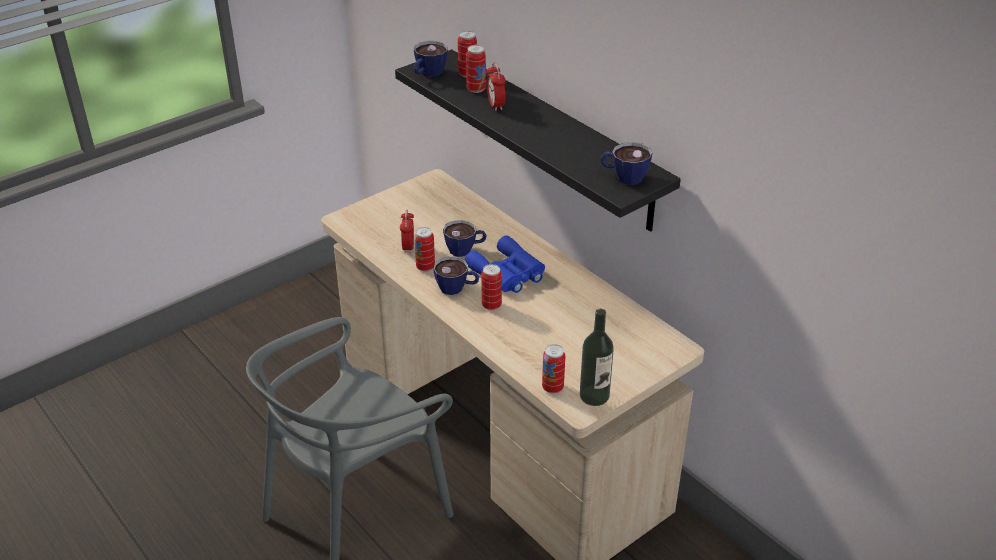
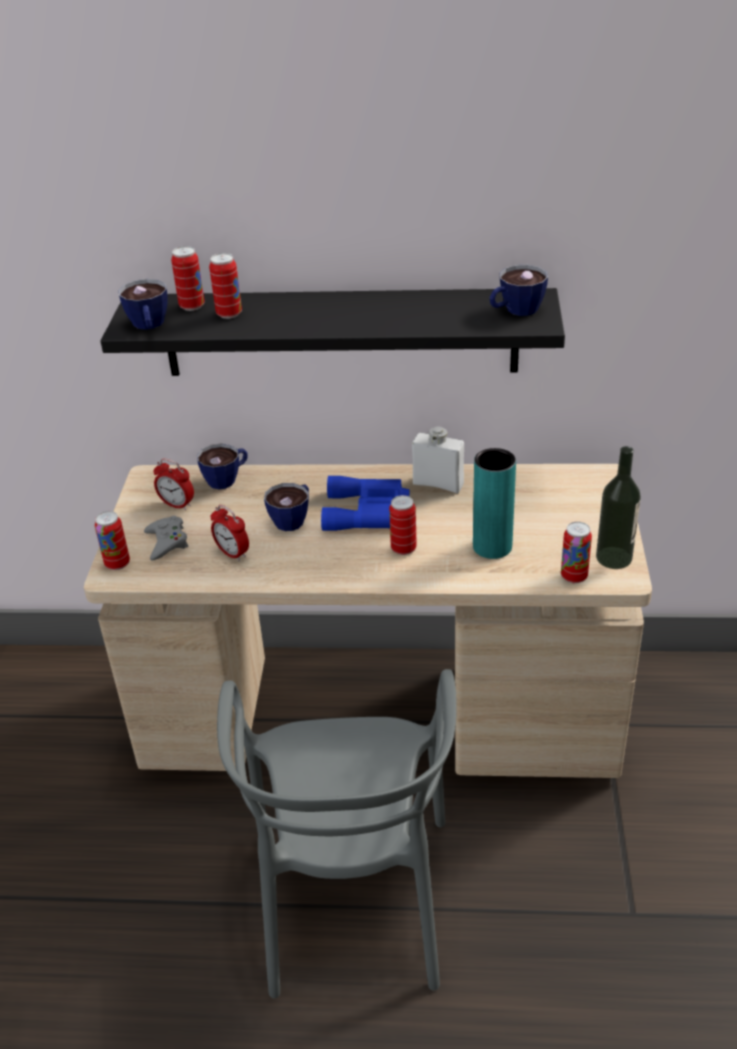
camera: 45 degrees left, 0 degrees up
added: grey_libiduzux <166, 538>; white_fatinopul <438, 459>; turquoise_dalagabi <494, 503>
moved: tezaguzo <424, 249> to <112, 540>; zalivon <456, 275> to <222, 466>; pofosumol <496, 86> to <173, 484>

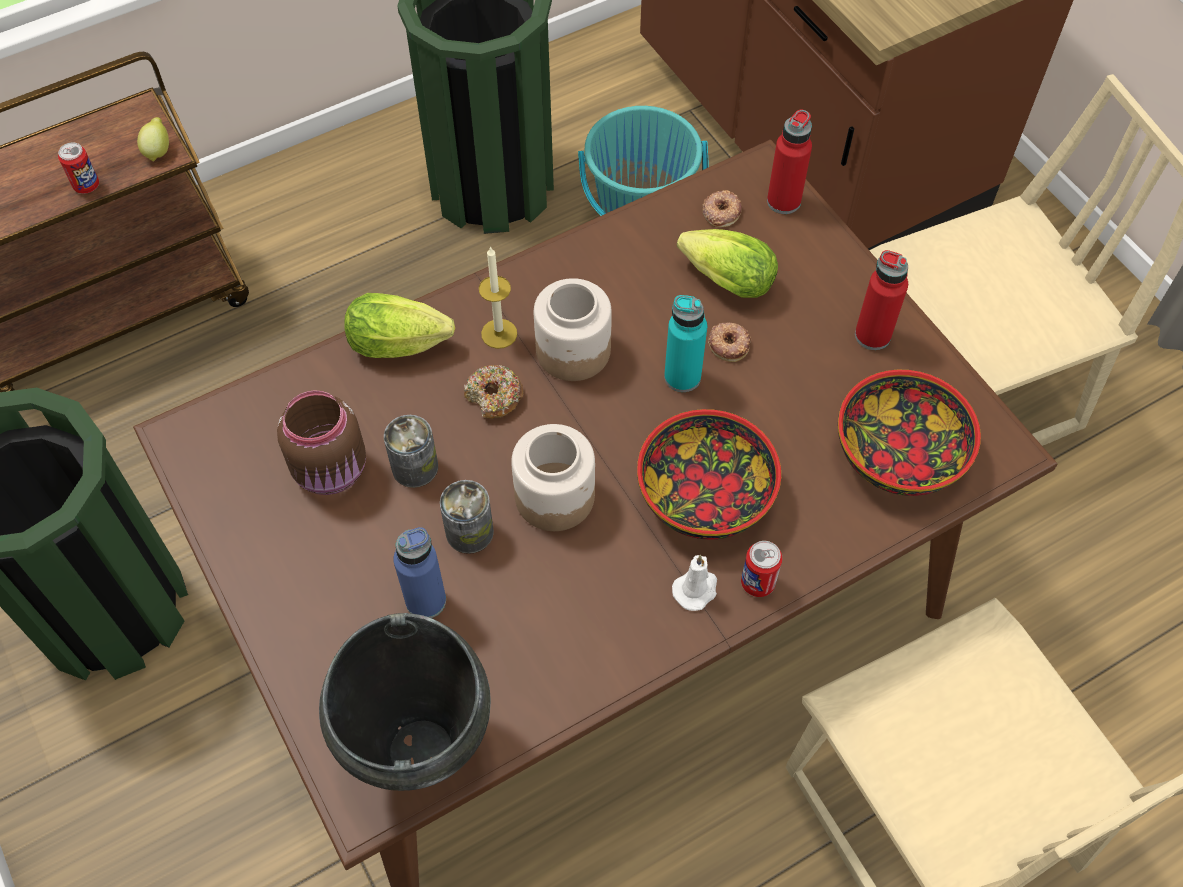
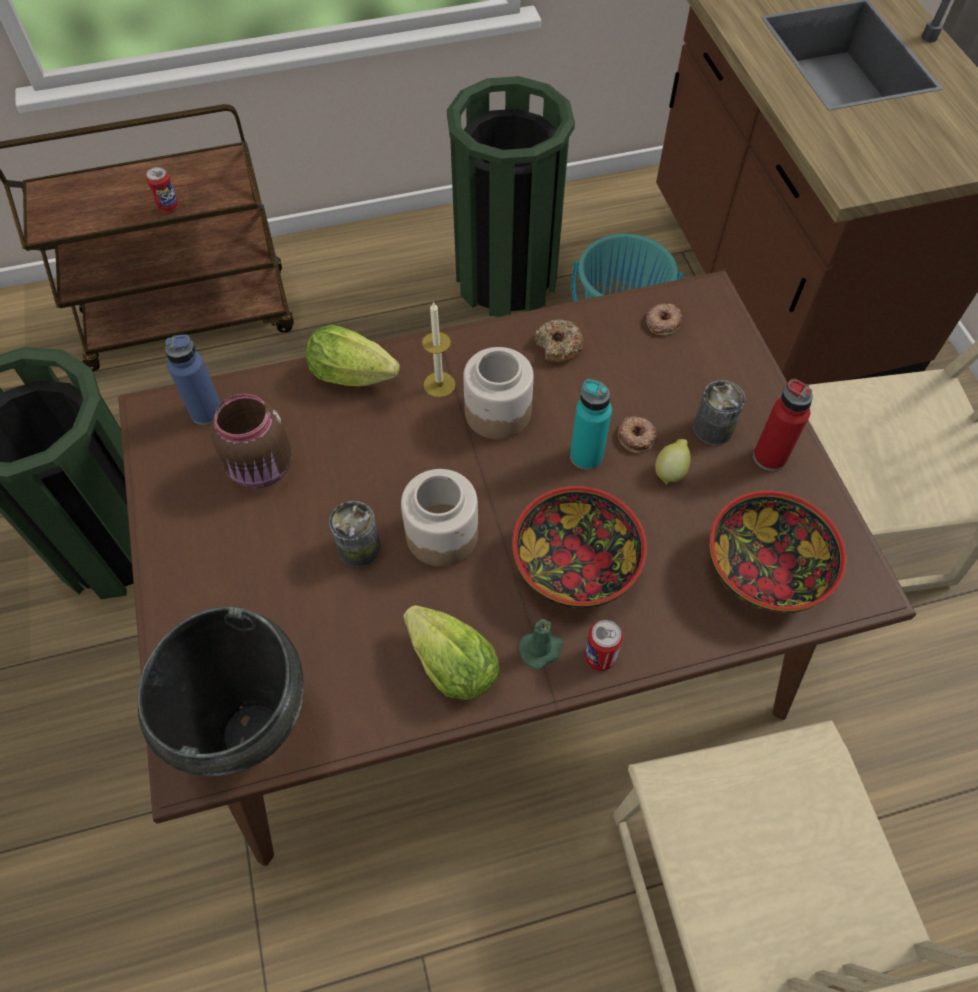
camera: 15 degrees right, 0 degrees up
removed: red_fatinopul <789, 162>
moved: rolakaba <153, 139> to <673, 462>; tezaguzo <411, 451> to <719, 412>; blue_fatinopul <419, 572> to <193, 379>; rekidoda <493, 392> to <559, 341>; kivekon <727, 263> to <451, 652>
recoloured: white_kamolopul <694, 583> to green_kamolopul <541, 643>

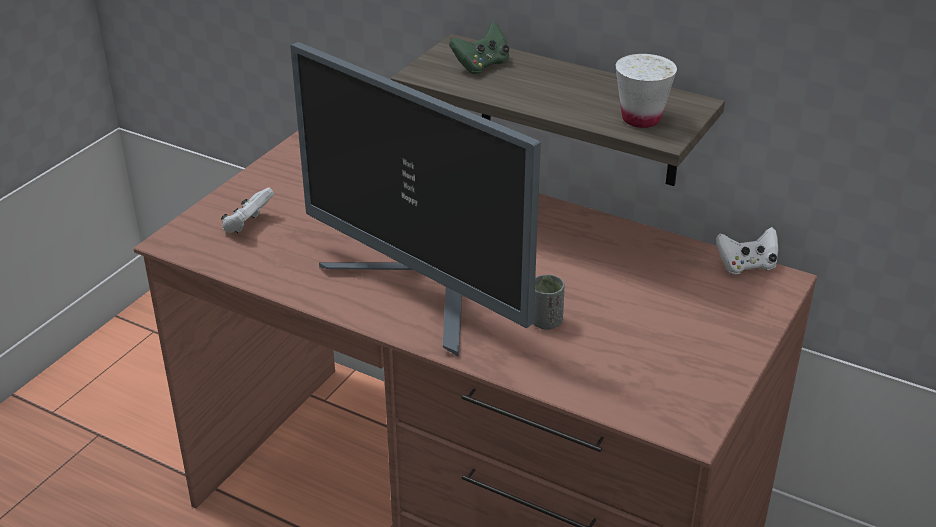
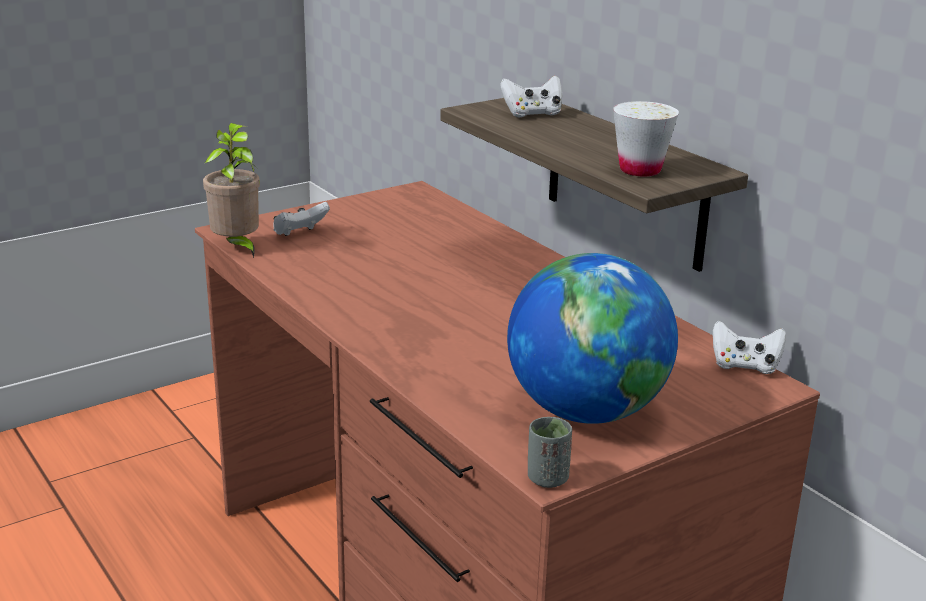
camera: 25 degrees right, 10 degrees down
removed: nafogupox <415, 199>
added: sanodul <231, 190>; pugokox <592, 338>
moved: grey_zalivon <549, 302> to <550, 452>
recoloured: green_libiduzux <479, 48> to white_libiduzux <531, 96>

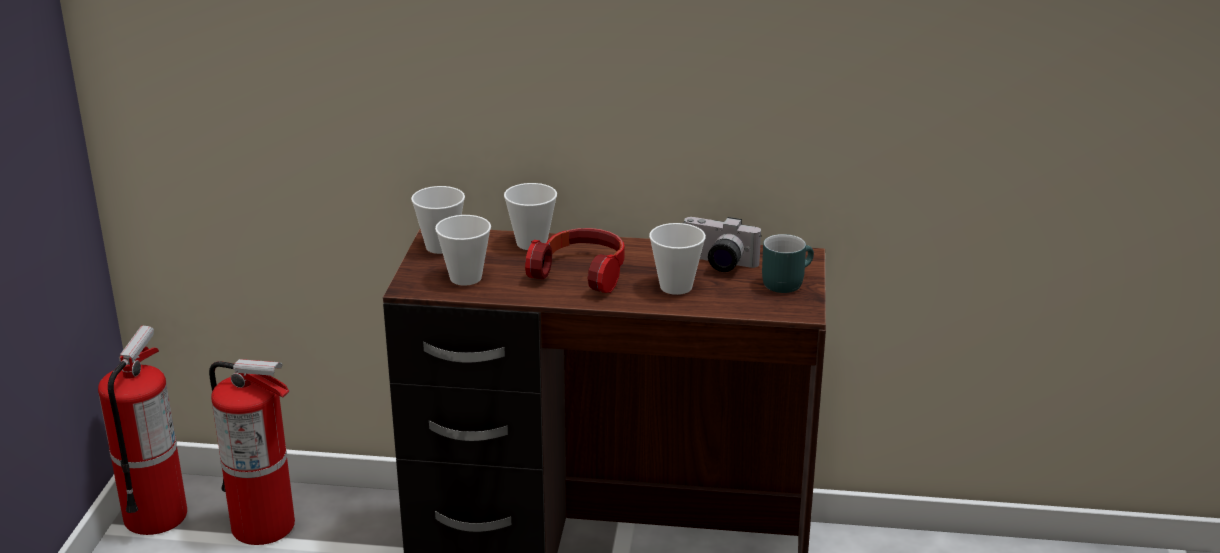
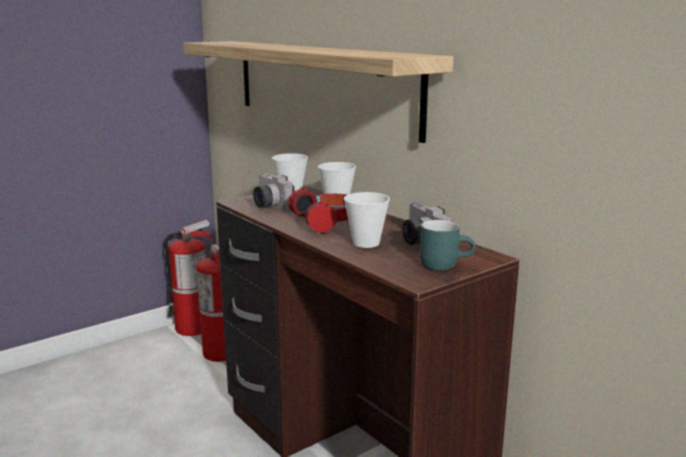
camera: 45 degrees right, 10 degrees down
added: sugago <318, 92>
replaced: zalivon <463, 250> to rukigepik <273, 192>

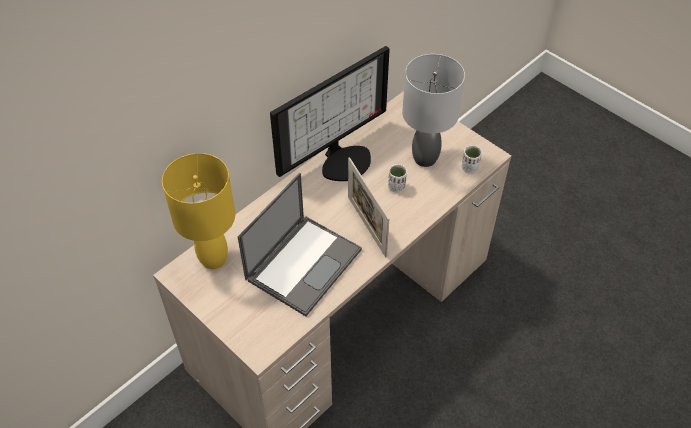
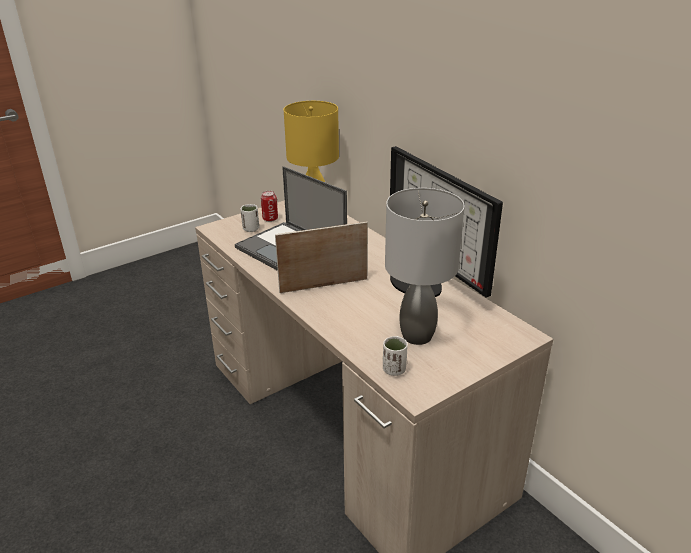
camera: 100 degrees right, 20 degrees down
added: tezaguzo <269, 206>
moved: white_zalivon <397, 178> to <250, 218>

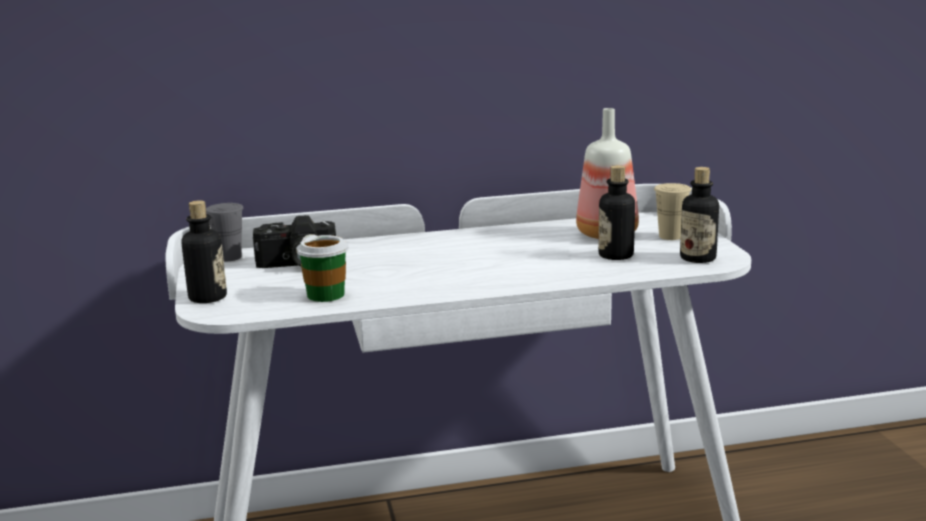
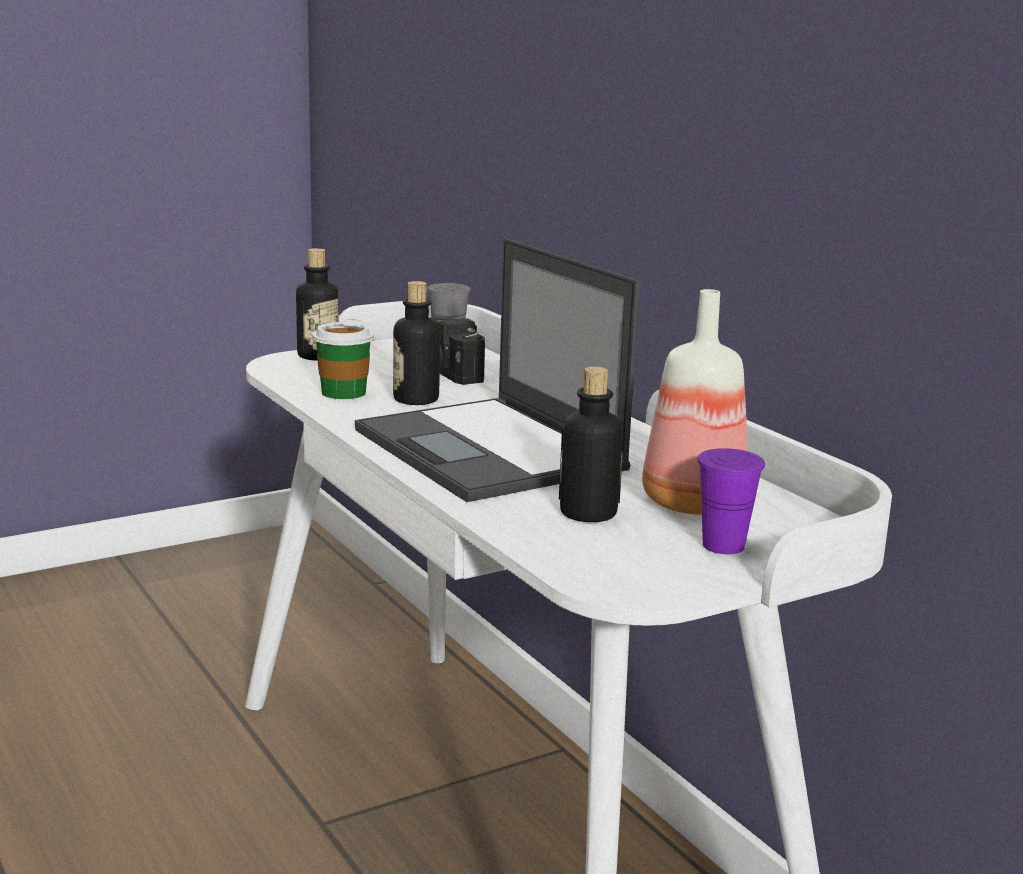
camera: 70 degrees right, 0 degrees up
added: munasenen <497, 370>
moved: fatinopul <699, 215> to <416, 343>
recoloured: beige_zalivon <672, 211> to purple_zalivon <731, 501>

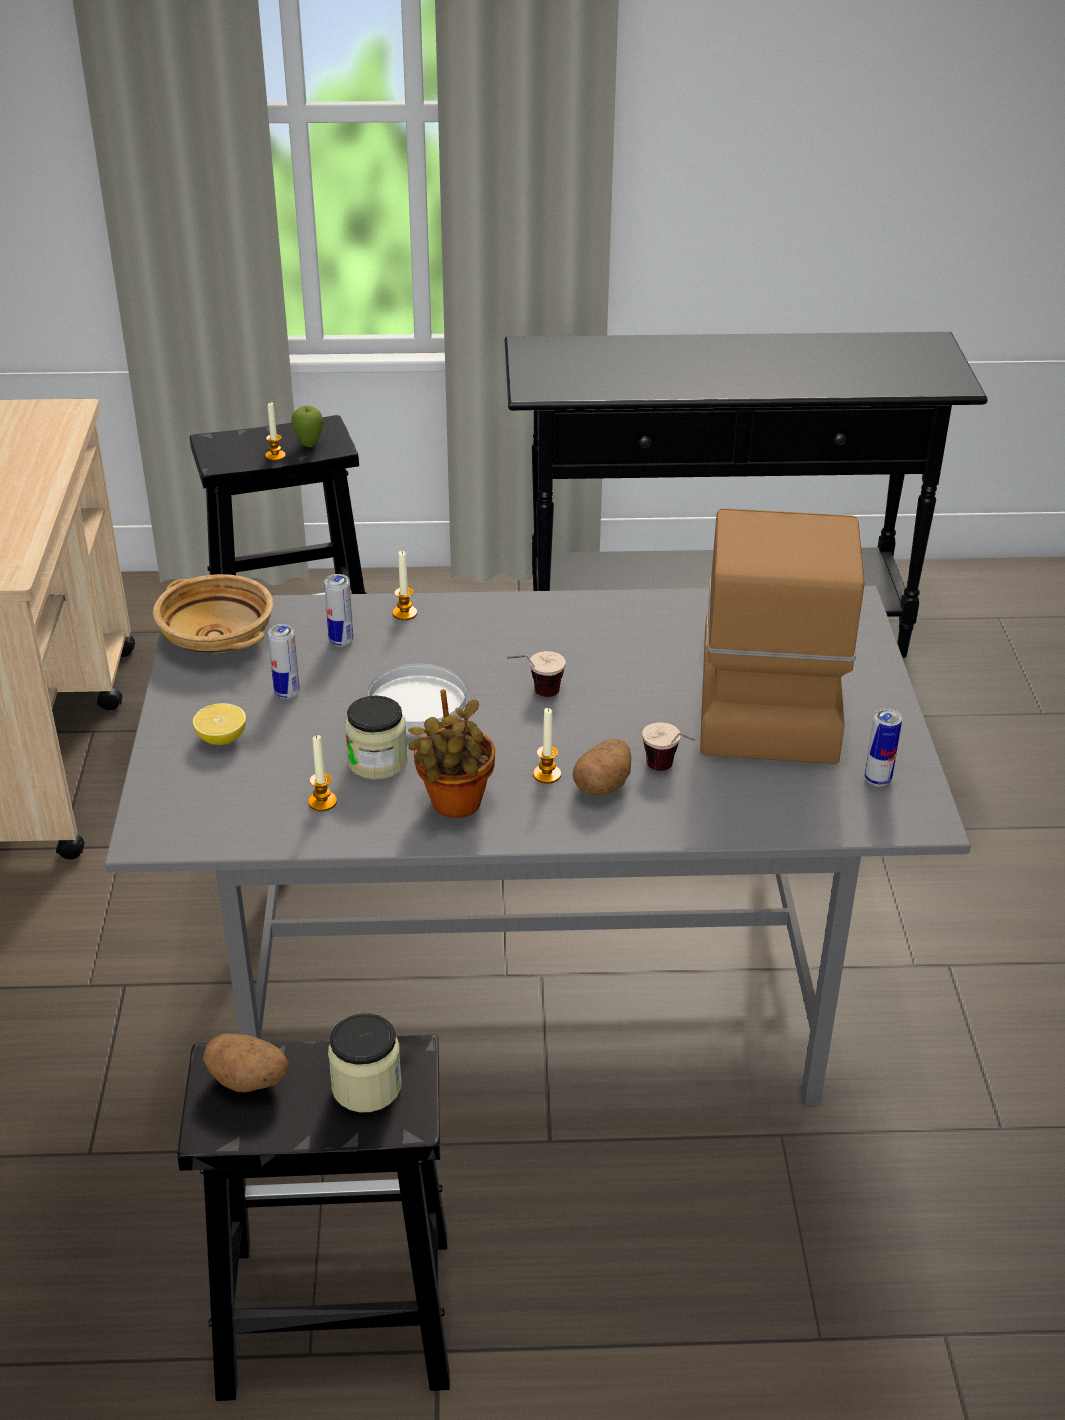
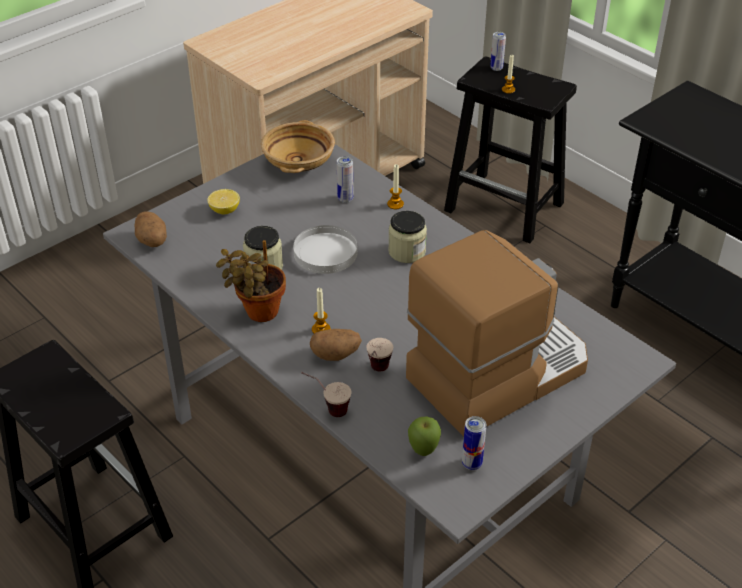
camera: 50 degrees right, 5 degrees up
removed: kamolopul <322, 773>
moved: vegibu <246, 1062> to <151, 229>; tezaguzo <284, 661> to <498, 51>; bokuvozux <307, 426> to <424, 436>; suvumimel <365, 1062> to <407, 237>; zalivon <536, 674> to <326, 394>

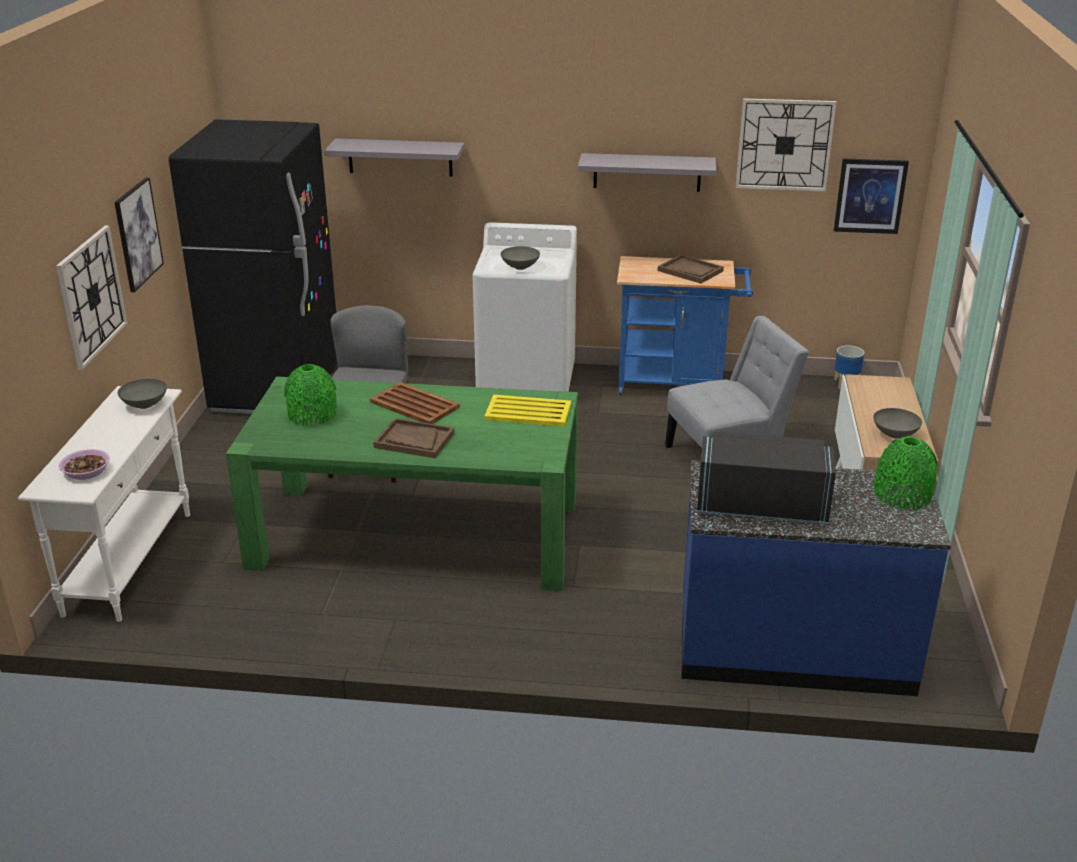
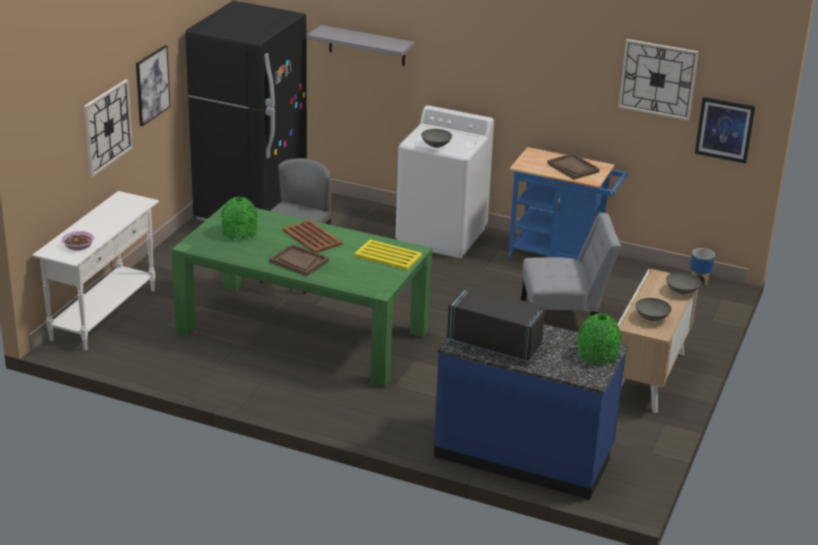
camera: 15 degrees right, 0 degrees up
removed: grey_sugago <647, 172>
moved: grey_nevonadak <142, 394> to <683, 283>

